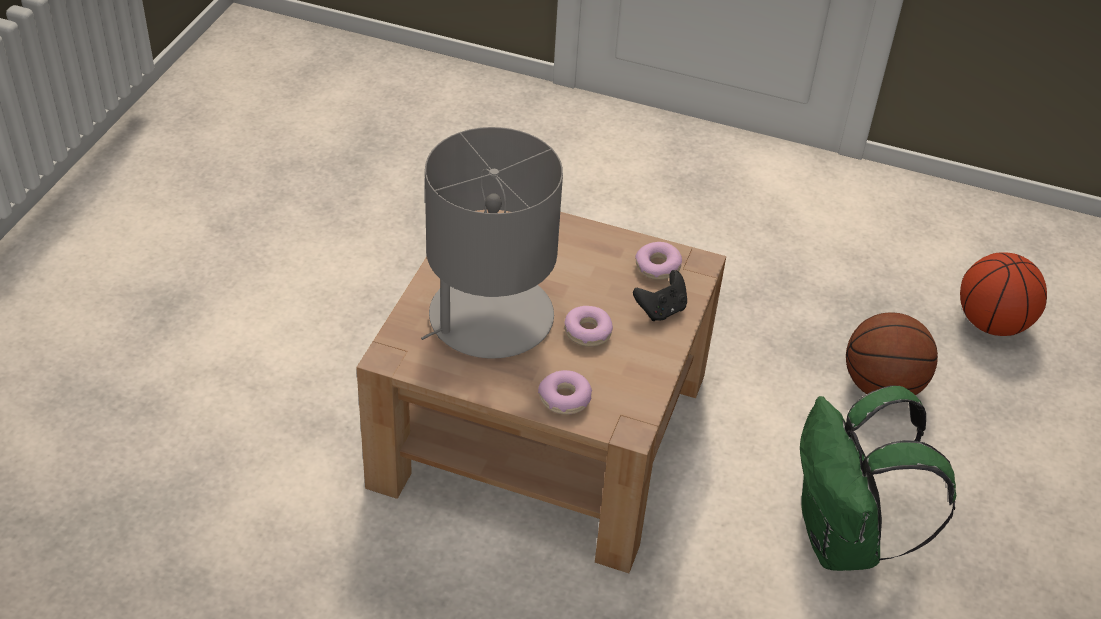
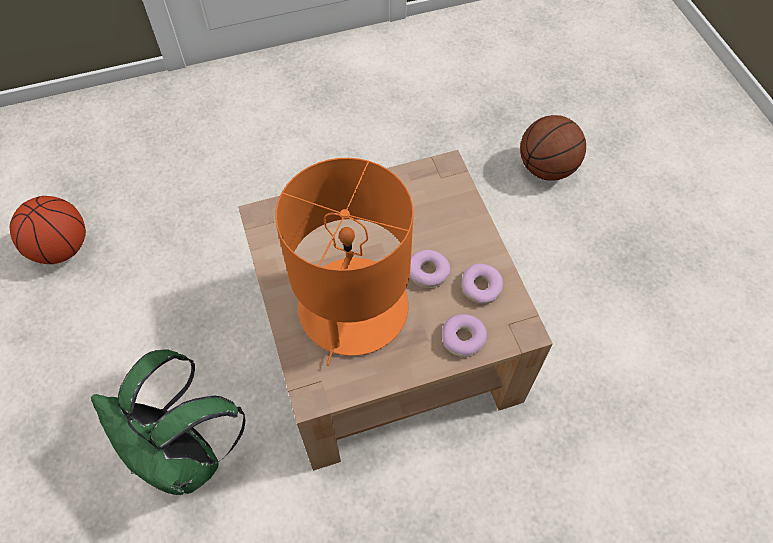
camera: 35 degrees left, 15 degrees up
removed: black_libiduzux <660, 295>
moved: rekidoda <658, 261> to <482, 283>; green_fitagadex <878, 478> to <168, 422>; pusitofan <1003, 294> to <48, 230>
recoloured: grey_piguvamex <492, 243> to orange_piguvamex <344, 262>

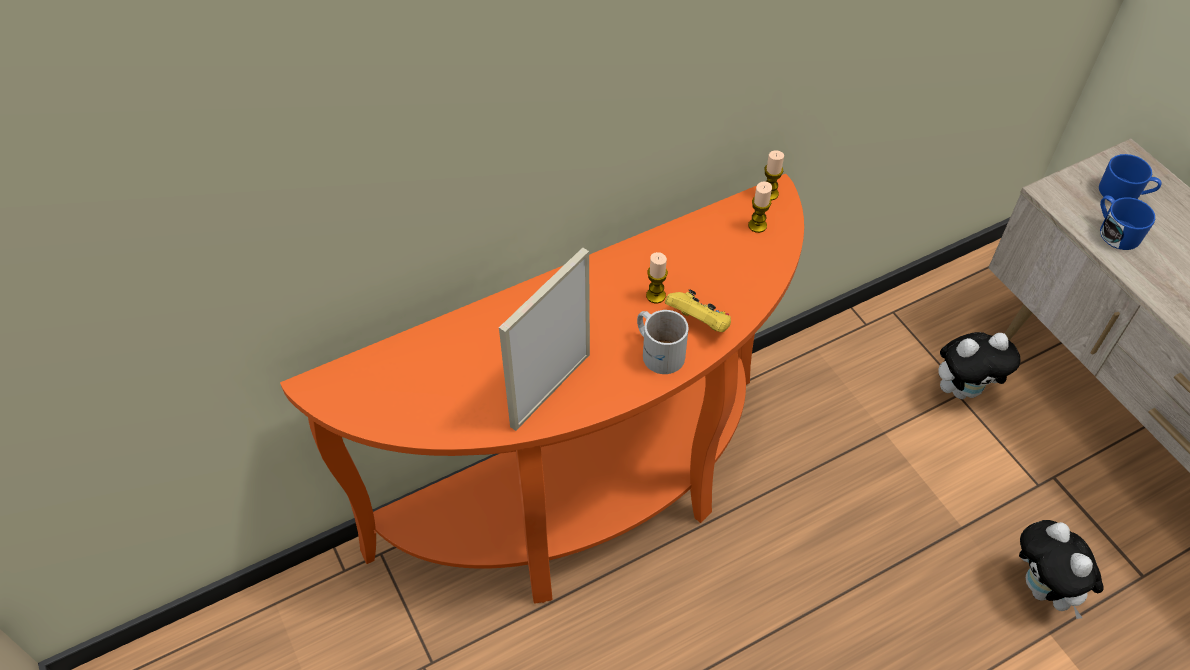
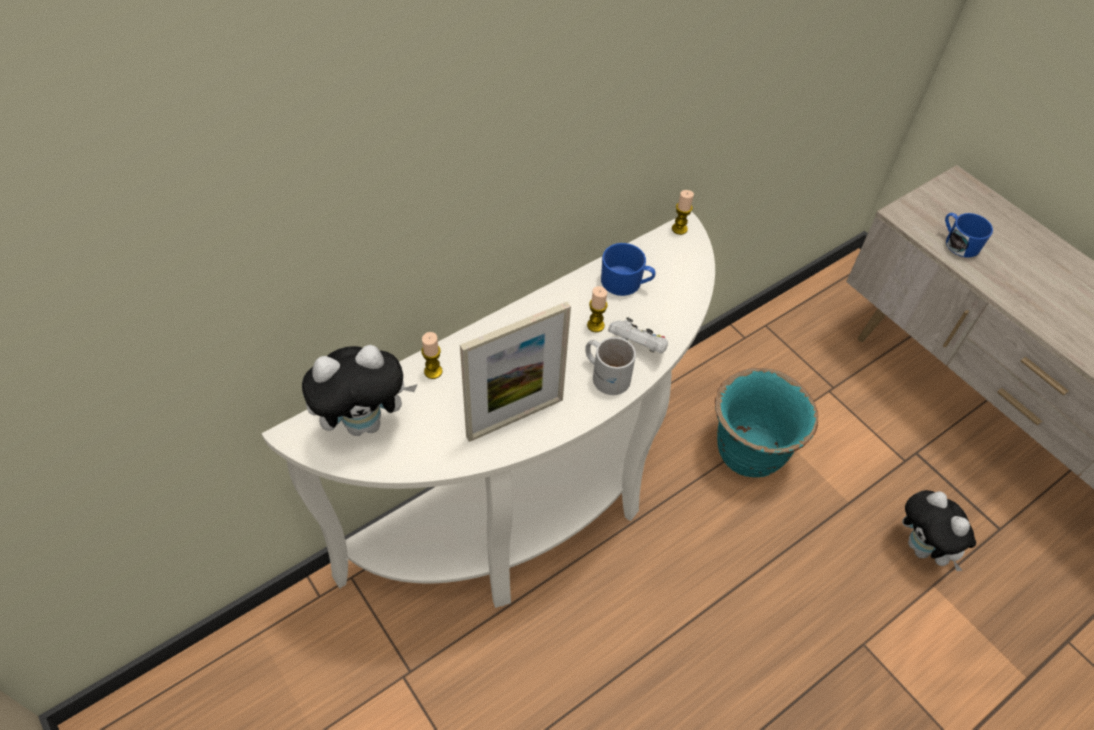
camera: 10 degrees left, 0 degrees up
added: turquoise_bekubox <766, 423>
moved: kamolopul <760, 207> to <431, 355>; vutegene <979, 365> to <360, 390>; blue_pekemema <1130, 177> to <628, 269>
recoloured: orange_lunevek <542, 389> to white_lunevek <488, 409>; yellow_libiduzux <698, 310> to white_libiduzux <638, 335>
turned: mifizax <544, 339> = <515, 372> 150 degrees counterclockwise

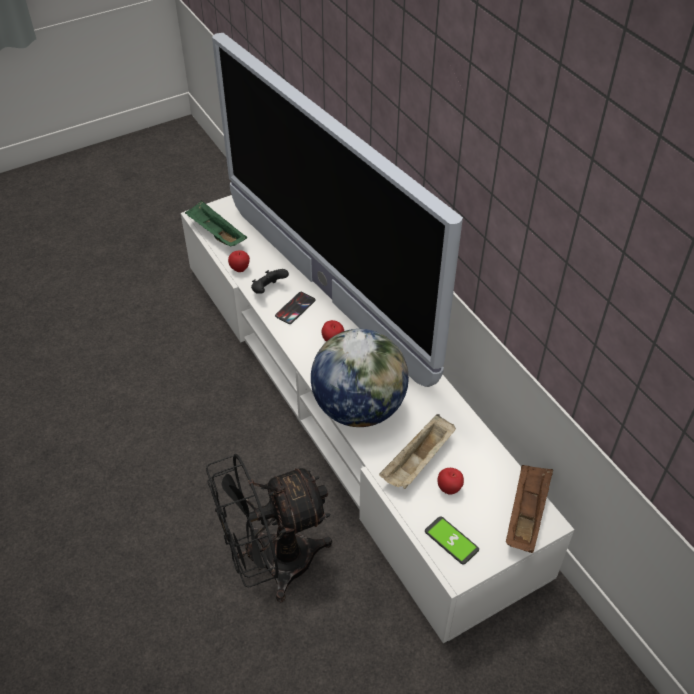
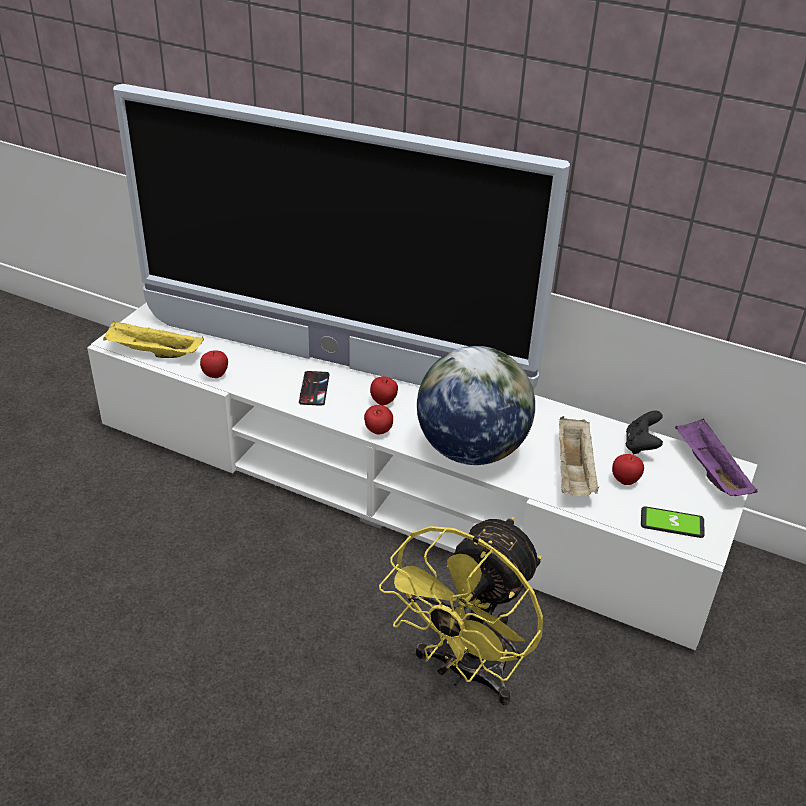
camera: 35 degrees left, 10 degrees down
added: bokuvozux <378, 419>
moved: black_libiduzux <270, 281> to <644, 432>
recoloured: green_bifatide <216, 223> to yellow_bifatide <153, 339>; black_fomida <269, 528> to yellow_fomida <461, 611>; brown_bifatide <529, 509> to purple_bifatide <716, 457>

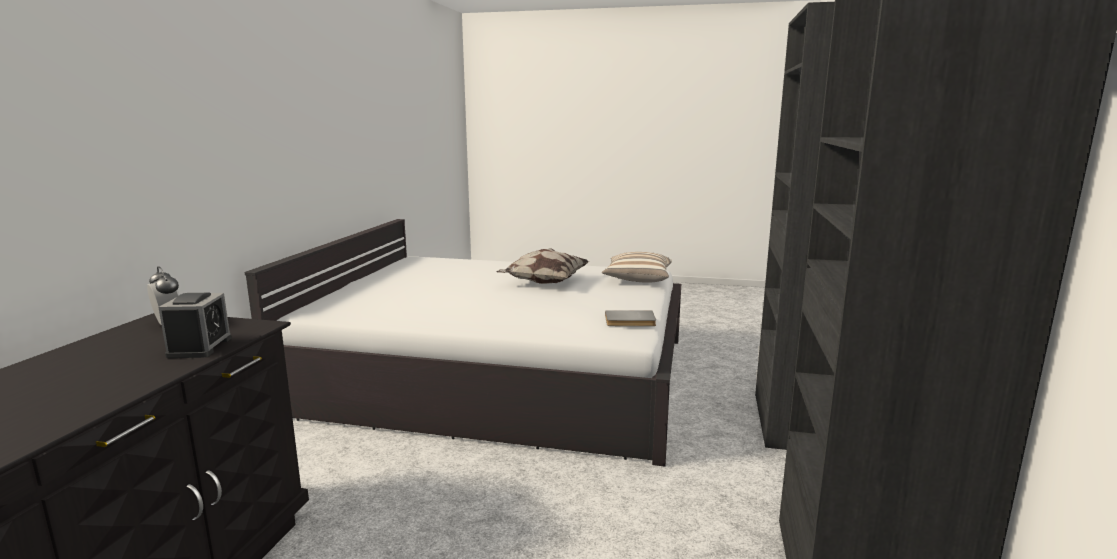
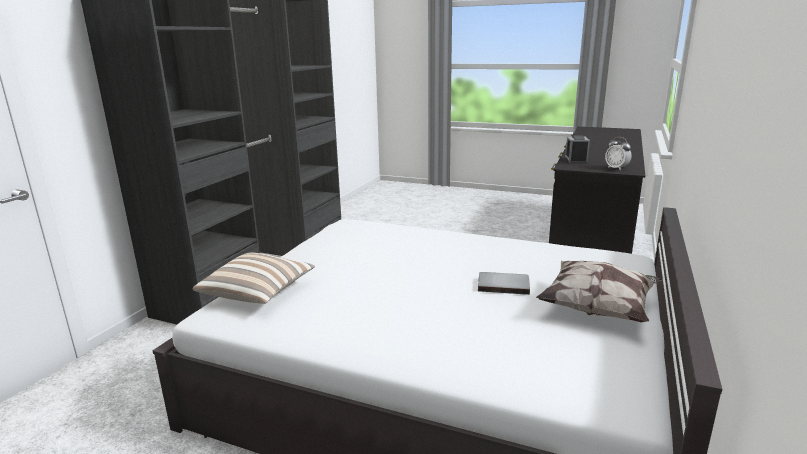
camera: 170 degrees left, 5 degrees up
moved: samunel <542, 266> to <599, 291>; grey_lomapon <630, 318> to <504, 283>

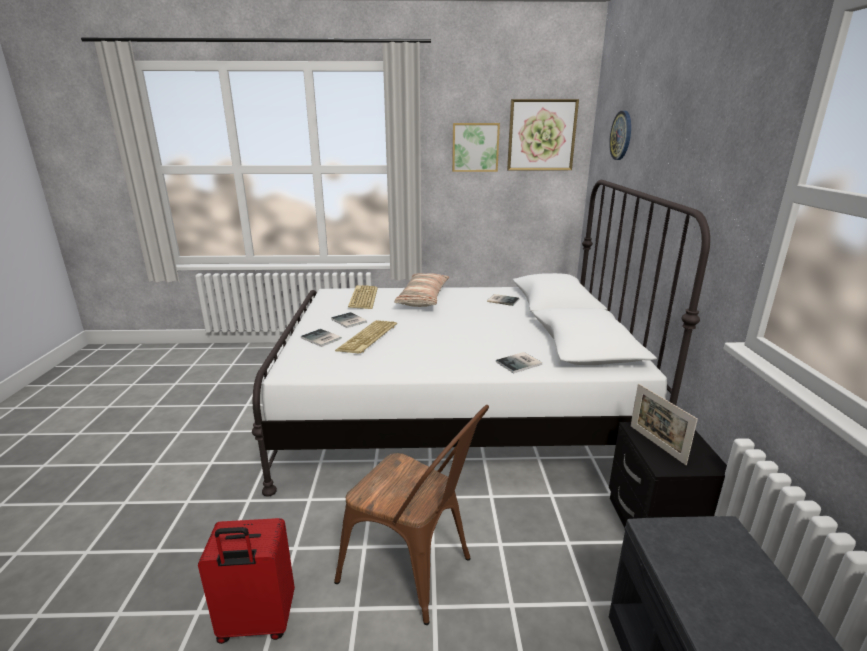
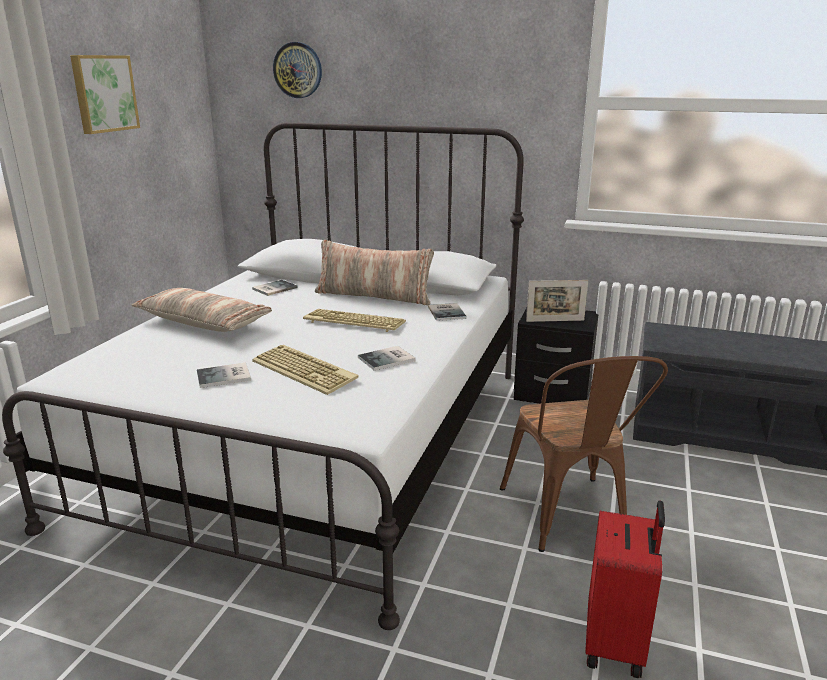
camera: 70 degrees left, 0 degrees up
removed: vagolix <543, 135>
added: samunel <374, 272>
moved: lomapon <321, 338> to <386, 358>; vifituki <363, 297> to <354, 320>
turned: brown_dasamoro <411, 515> = <584, 454> 120 degrees clockwise

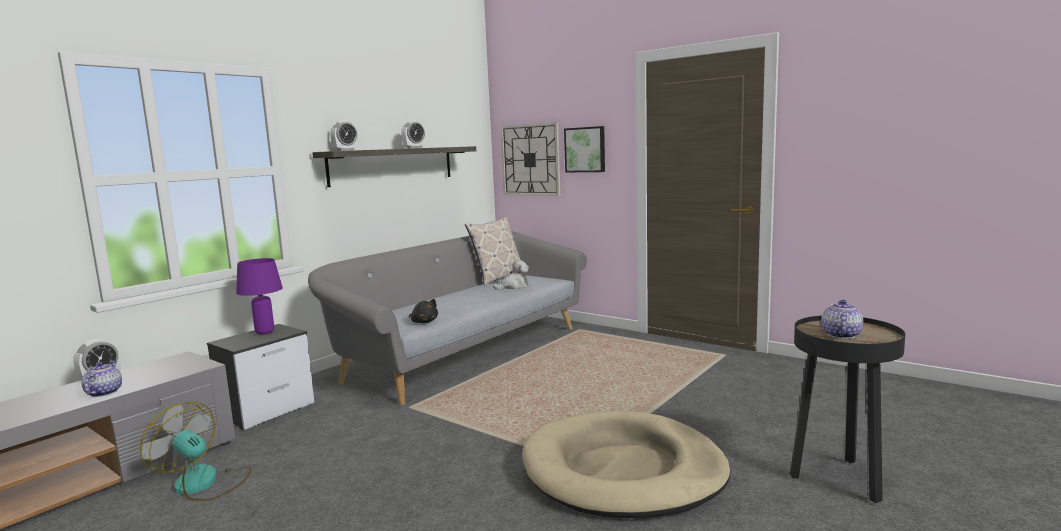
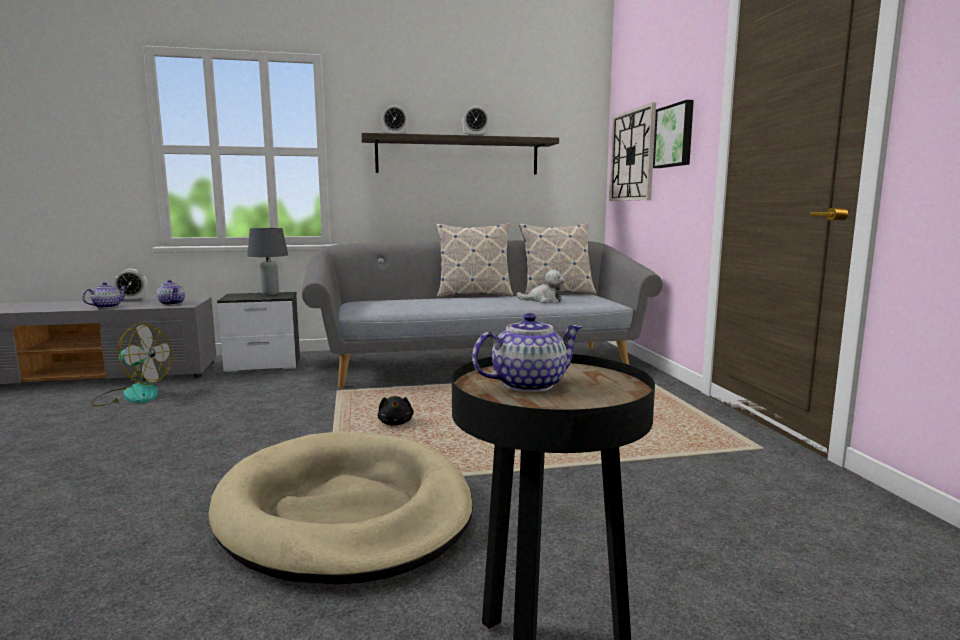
camera: 40 degrees right, 0 degrees up
added: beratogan <171, 292>; samunel <474, 260>
moved: black_vutegene <423, 311> to <395, 411>
recoloured: purple_piguvamex <259, 296> to grey_piguvamex <267, 261>
turned: fomida <195, 451> = <132, 364> 120 degrees clockwise

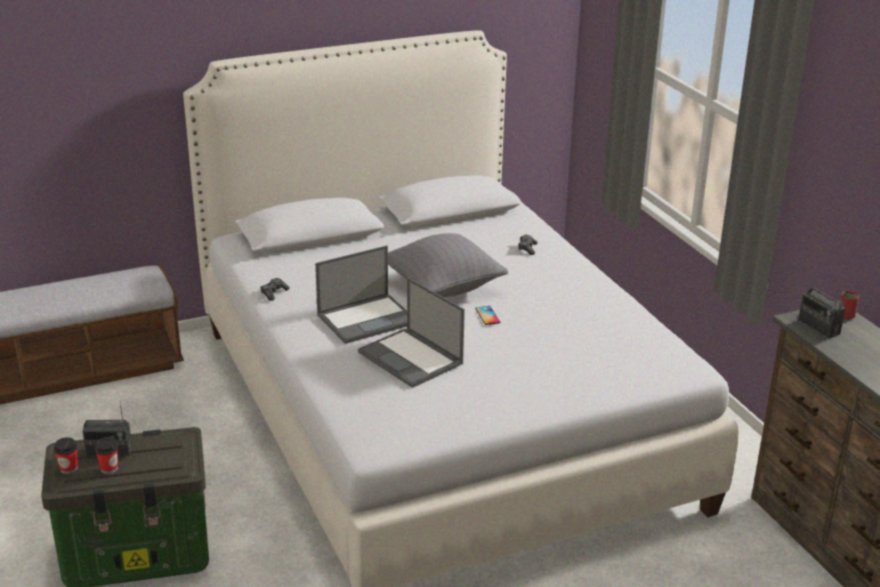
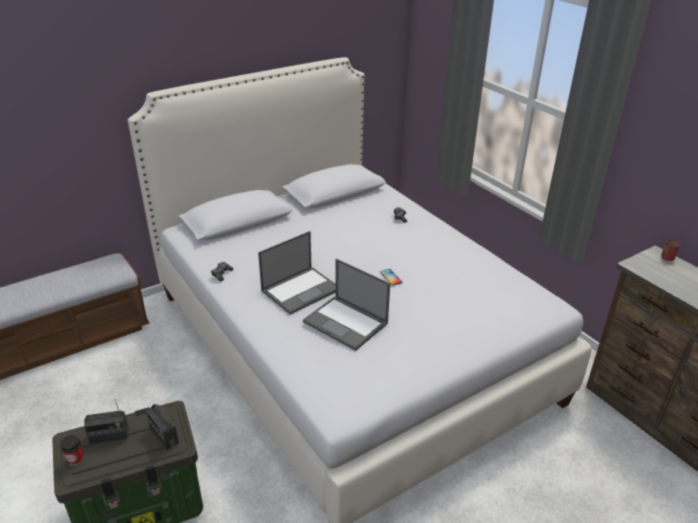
camera: 10 degrees left, 5 degrees up
removed: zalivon <106, 455>; grey_samunel <448, 265>
moved: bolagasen <821, 309> to <162, 427>

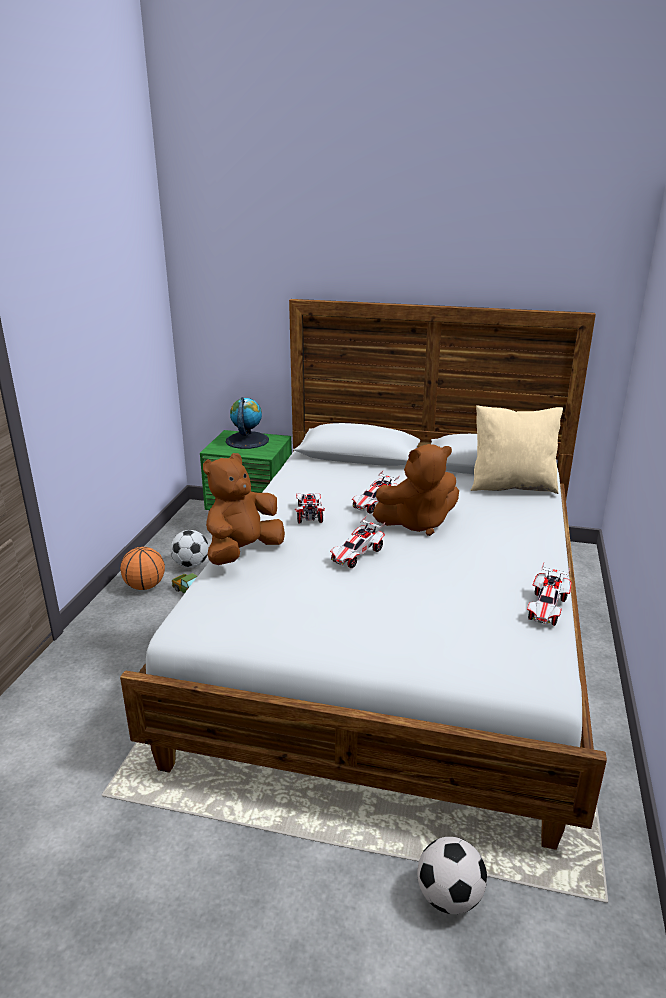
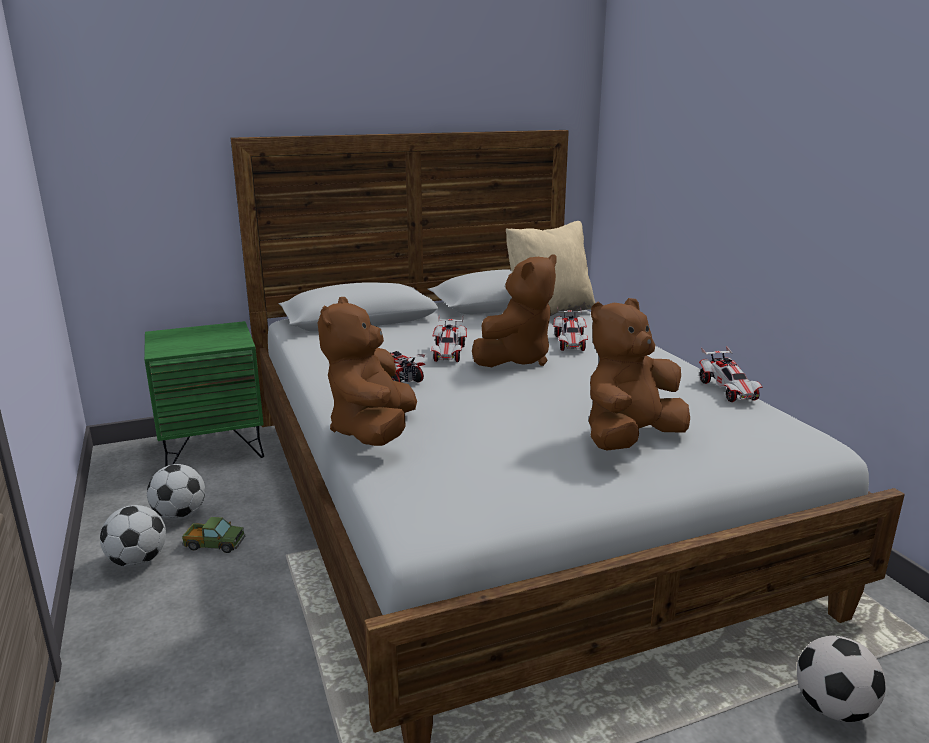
camera: 35 degrees left, 5 degrees down
removed: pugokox <247, 423>
added: brown_vutegene <639, 374>
moved: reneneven <357, 542> to <570, 329>
replaced: pusitofan <142, 568> to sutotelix <133, 536>

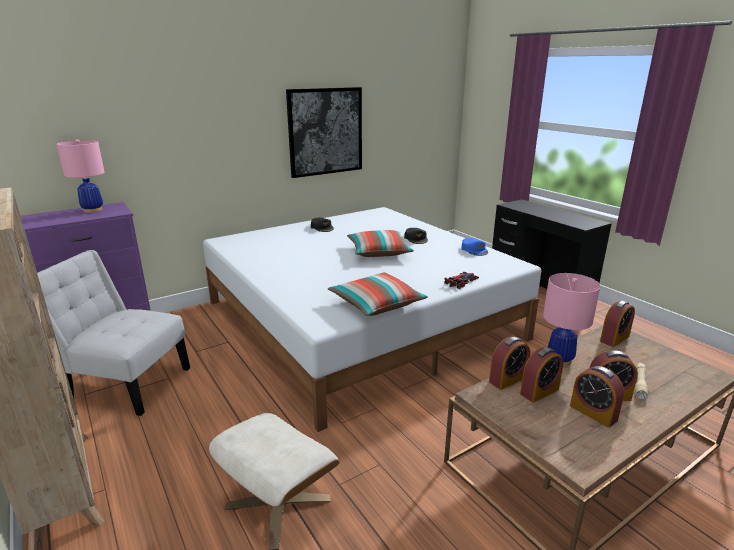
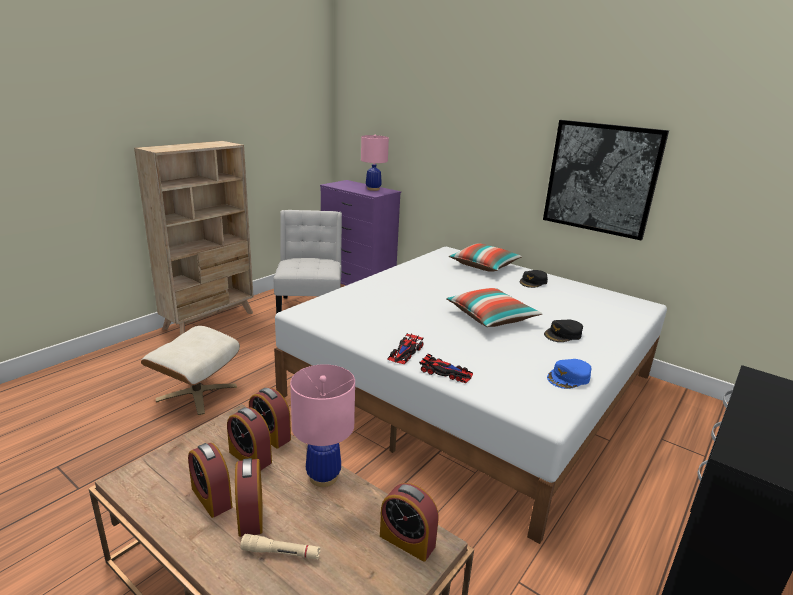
camera: 70 degrees right, 0 degrees up
added: reneneven <405, 349>
moved: samunel <378, 294> to <485, 258>
turned: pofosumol <597, 397> = <210, 480> 75 degrees counterclockwise

